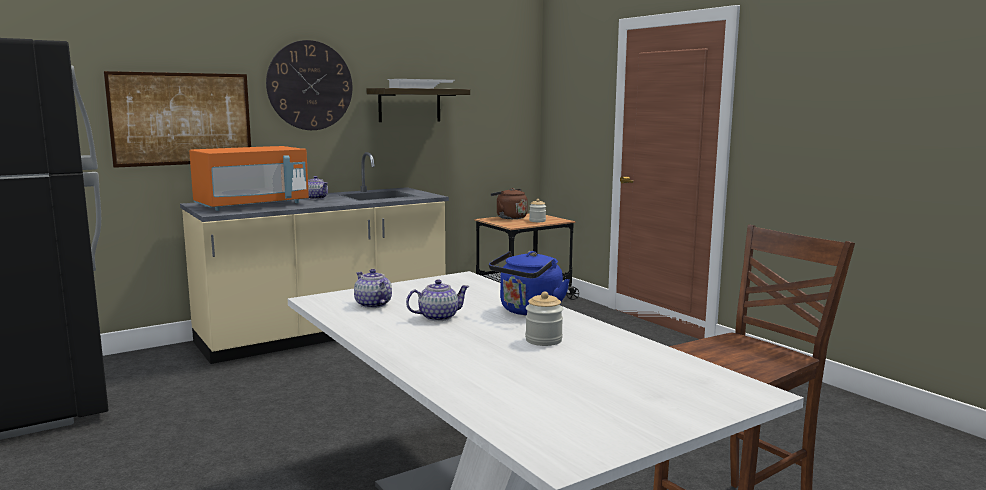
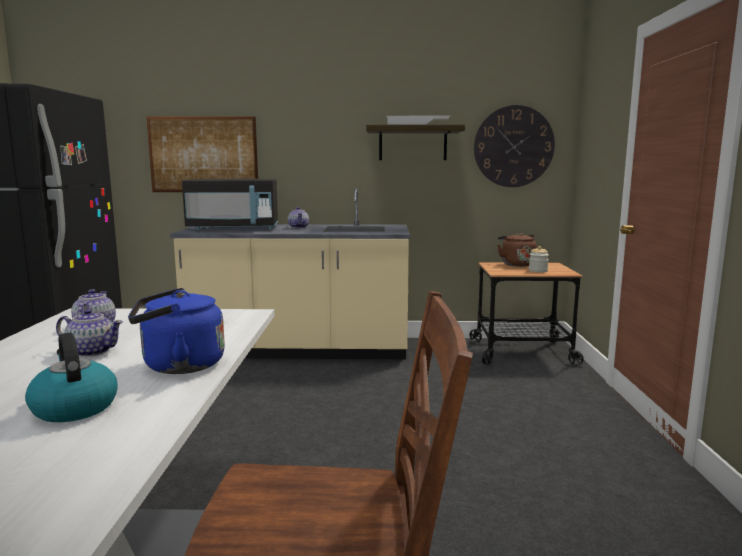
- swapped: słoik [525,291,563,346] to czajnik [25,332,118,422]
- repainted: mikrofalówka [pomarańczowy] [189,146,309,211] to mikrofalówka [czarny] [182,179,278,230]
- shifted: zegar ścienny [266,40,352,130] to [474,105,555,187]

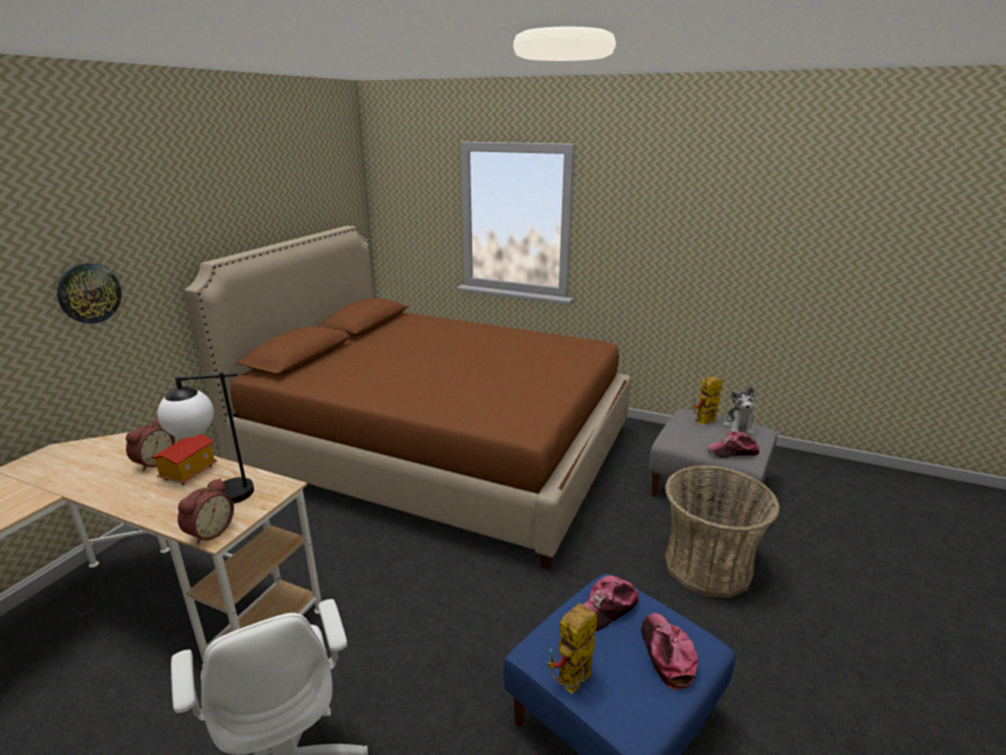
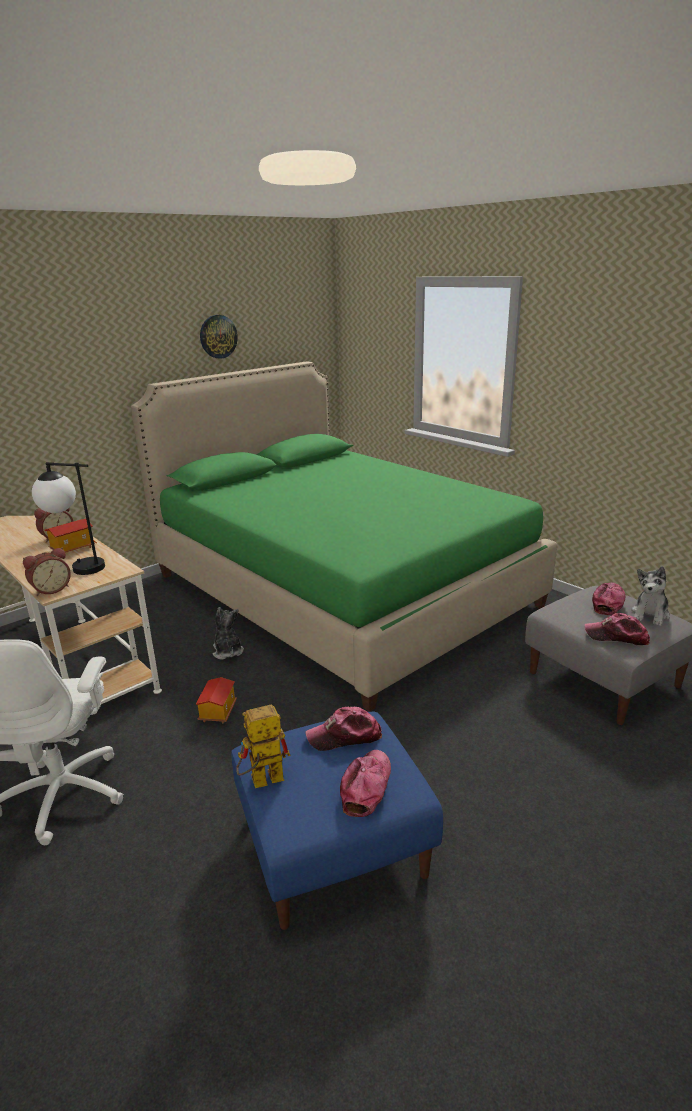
- repainted: łóżko [brązowy] [184,226,631,570] to łóżko [zielony] [131,361,557,712]
- new: domek [196,677,237,723]
- shifted: zegar ścienny [57,263,122,324] to [200,315,238,359]
- new: pluszak [213,607,244,659]
- swapped: robot zabawkowy [692,376,723,425] to czapka z daszkiem [592,583,626,615]
- gone: koszyk [665,465,780,598]

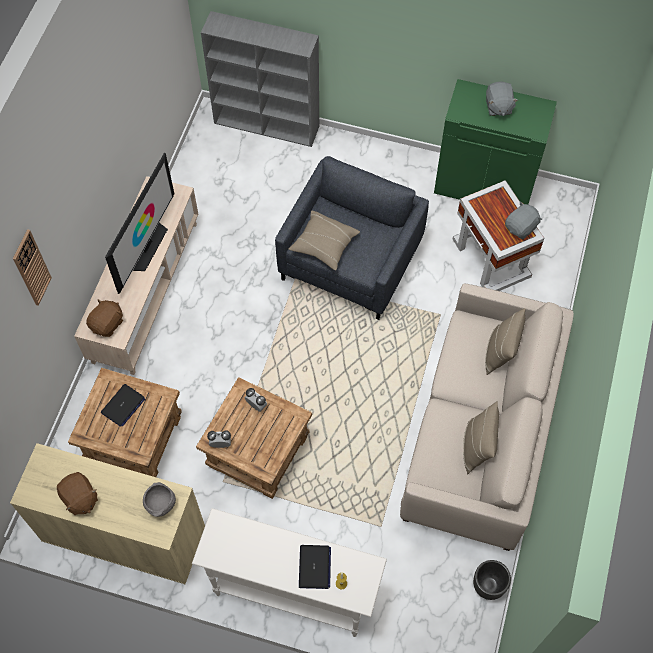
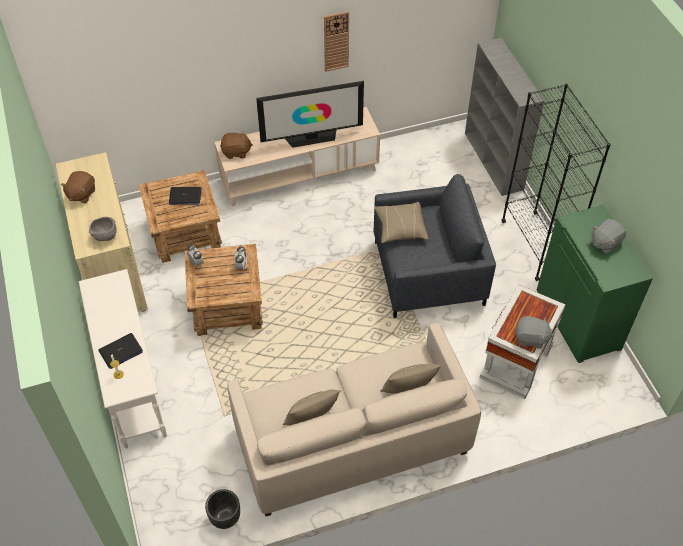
- shifted: zegar ścienny [13,229,52,306] to [324,11,349,72]
- new: regał [czarny] [502,84,611,281]

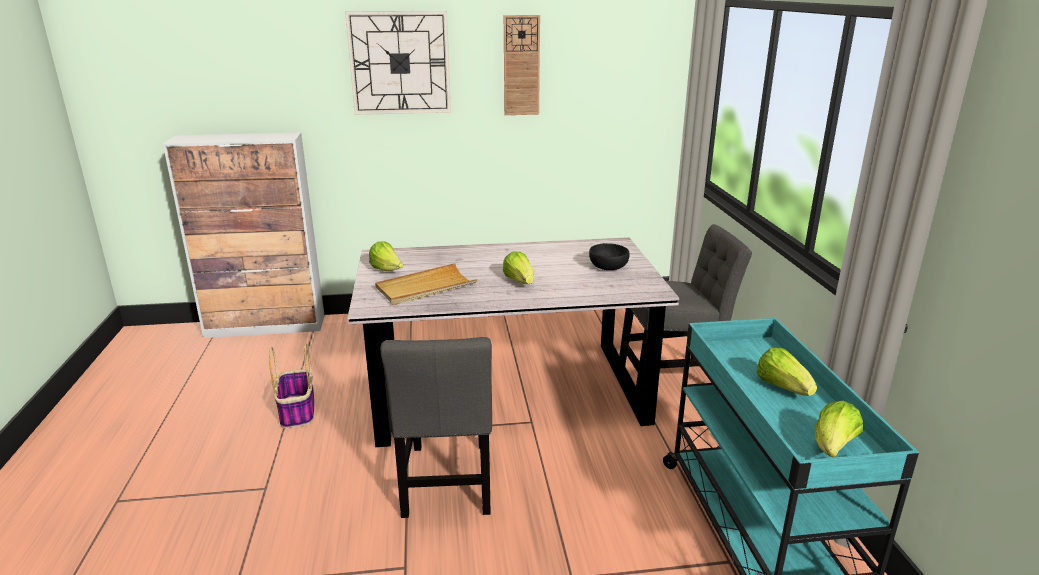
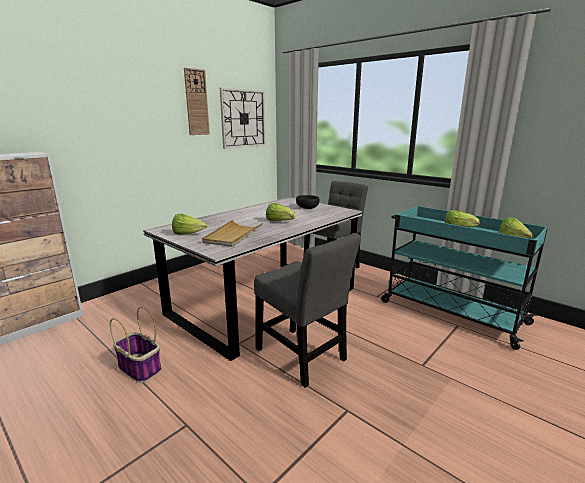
- shifted: zegar ścienny [345,11,451,115] to [220,88,266,149]

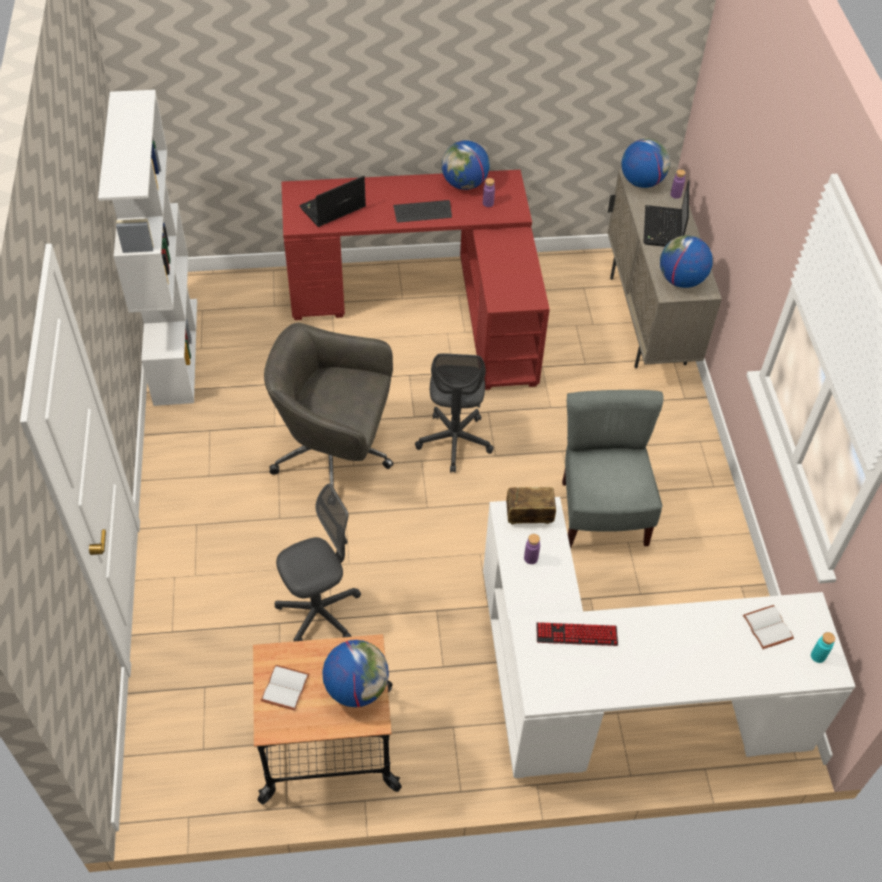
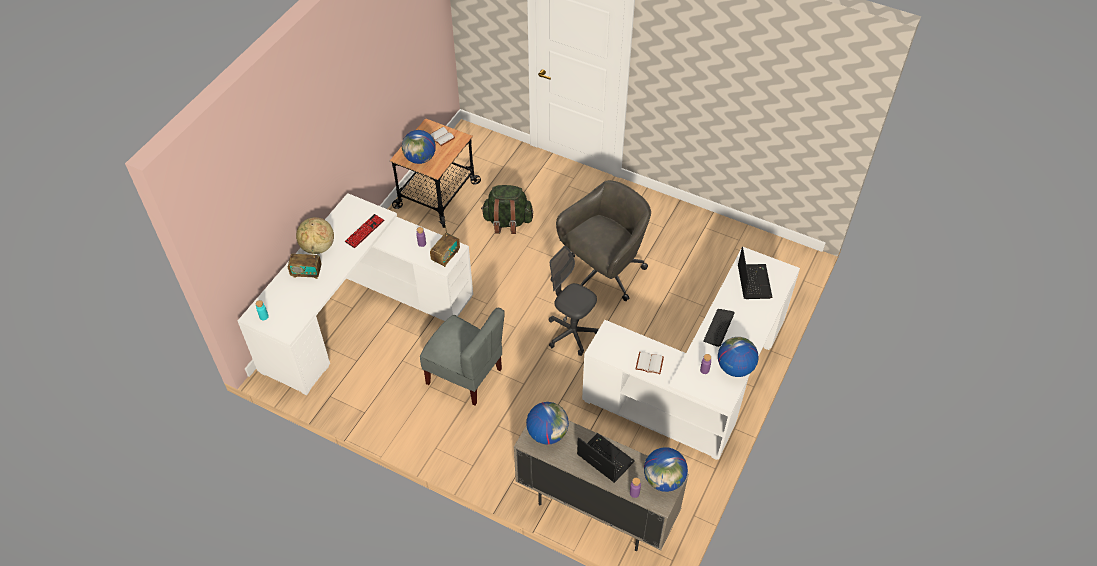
- new: radio [288,246,321,279]
- new: globus [296,217,334,254]
- swapped: krzesło biurowe [szary] [275,484,361,641] to plecak [zielony] [481,185,533,234]
- repainted: biurko [czerwony] [281,170,550,390] to biurko [biały] [582,246,800,460]
- shifted: książka [biały] [743,605,794,649] to [636,352,664,374]
- gone: regał [biały] [98,90,197,406]

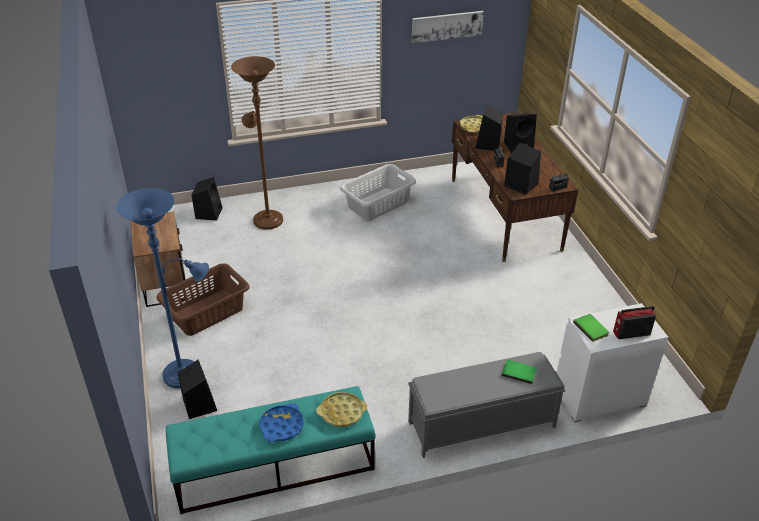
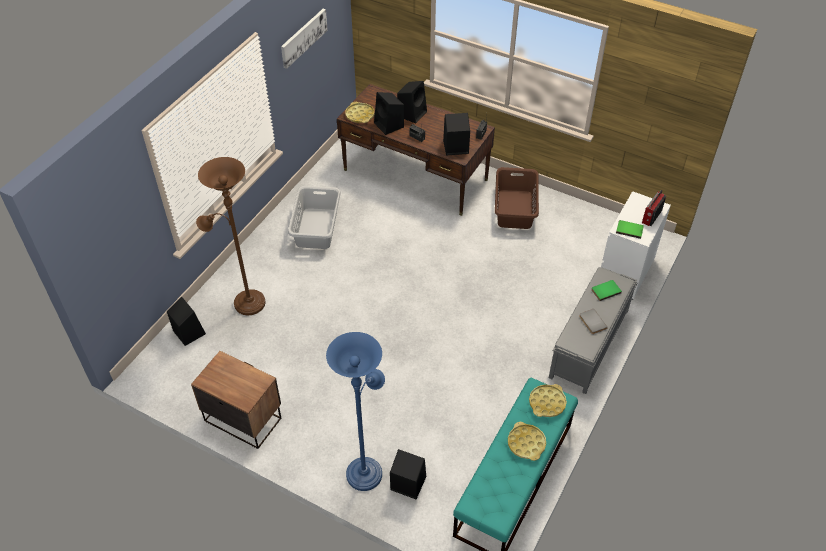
- shifted: kosz na pranie [brązowy] [157,263,250,336] to [495,167,539,229]
- repainted: taca [niebieski] [259,403,304,442] to taca [żółty] [508,422,546,461]
- new: książka [szary] [579,309,608,334]

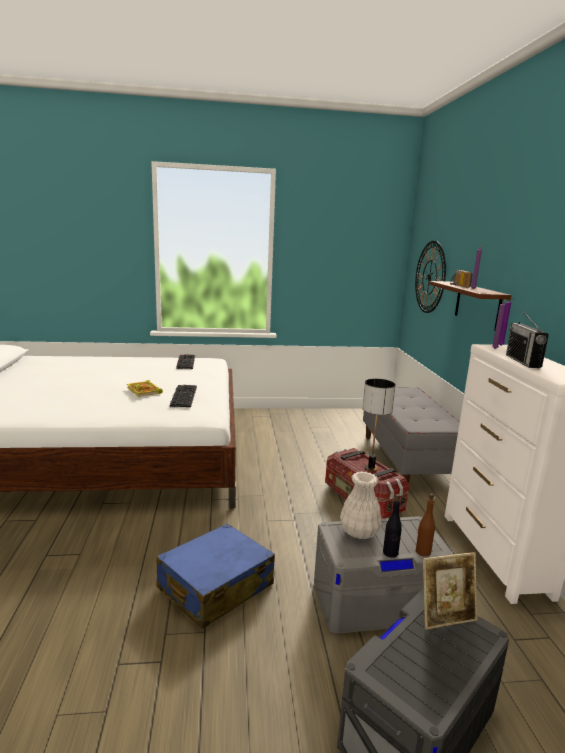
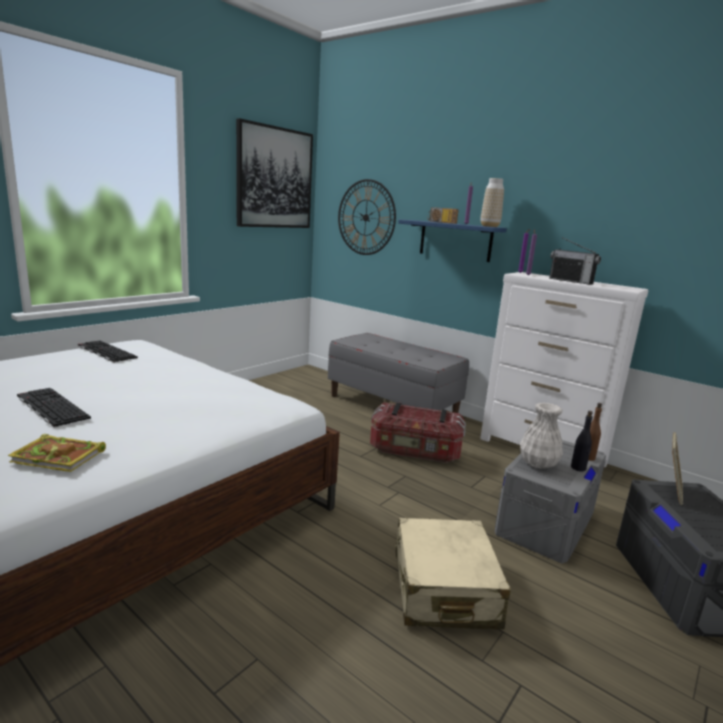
- shifted: książka [127,380,163,397] to [8,434,106,472]
- shifted: klawiatura [170,385,197,407] to [17,388,91,428]
- new: obraz [236,118,313,228]
- repainted: walizka [niebieski] [156,523,275,629] to walizka [beżowy] [395,518,511,629]
- repainted: półka [brązowy] [429,281,512,330] to półka [niebieski] [398,220,507,262]
- new: wazon [481,178,504,227]
- gone: lampa stołowa [362,379,396,472]

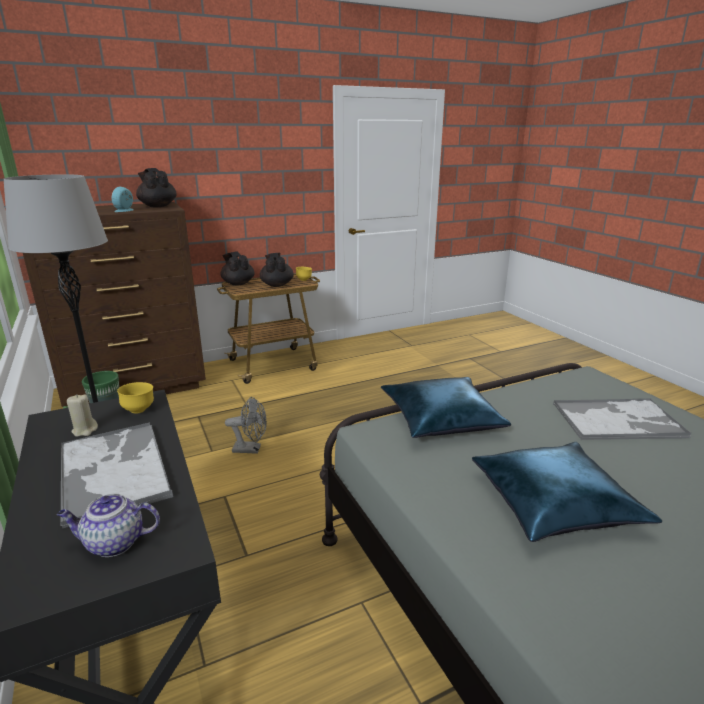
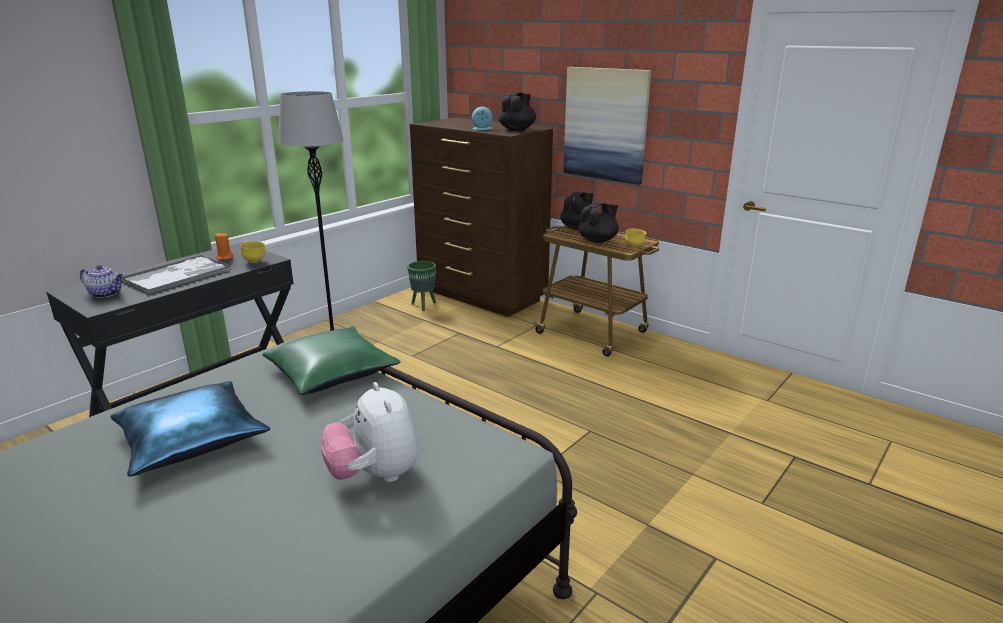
- rotated: imbryk [57,494,160,557] = [80,265,123,298] 135 degrees clockwise
- repainted: świeca [beżowy] [67,394,98,437] to świeca [pomarańczowy] [215,233,233,260]
- repainted: poduszka [niebieski] [381,377,511,438] to poduszka [zielony] [263,326,401,395]
- swapped: taca [553,399,691,440] to pluszak [321,382,418,482]
- new: obraz [563,67,651,185]
- gone: wentylator [szary] [225,397,267,454]

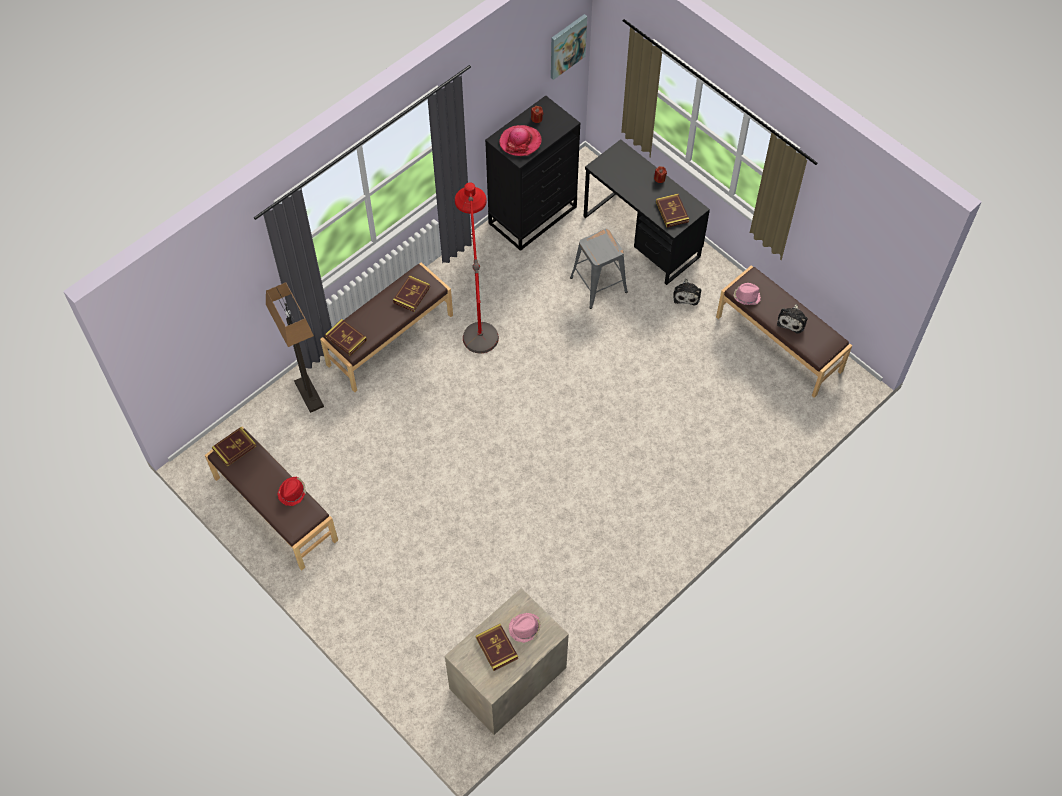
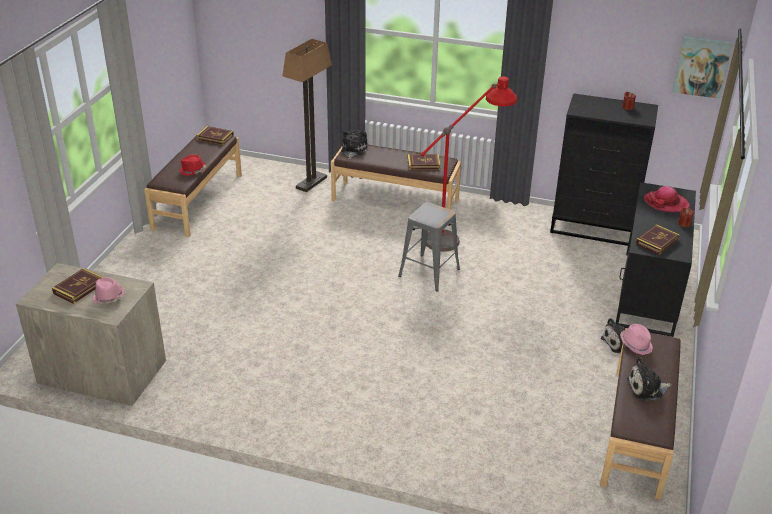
- swapped: książka [325,319,367,356] to pluszak [341,130,368,159]
- shifted: stołek [szary] [570,229,628,309] to [398,202,460,292]
- shifted: kapelusz [499,125,542,156] to [644,186,690,213]

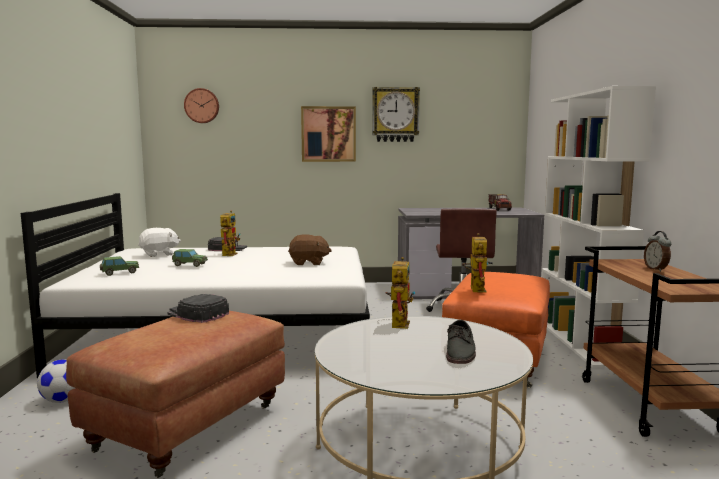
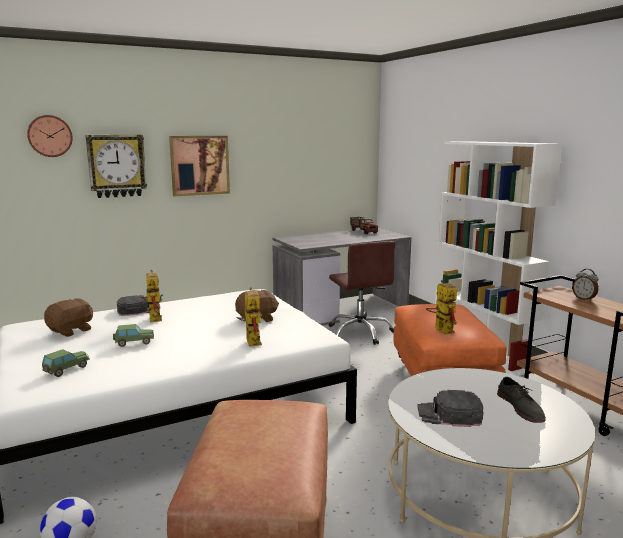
- repainted: pluszak [biały] [138,228,181,257] to pluszak [brązowy] [44,298,93,337]
- shifted: zegar ścienny [372,87,420,142] to [85,135,147,198]
- shifted: robot zabawkowy [385,257,415,329] to [237,287,262,347]
- shifted: czapka z daszkiem [czarny] [168,294,229,323] to [417,390,483,427]

